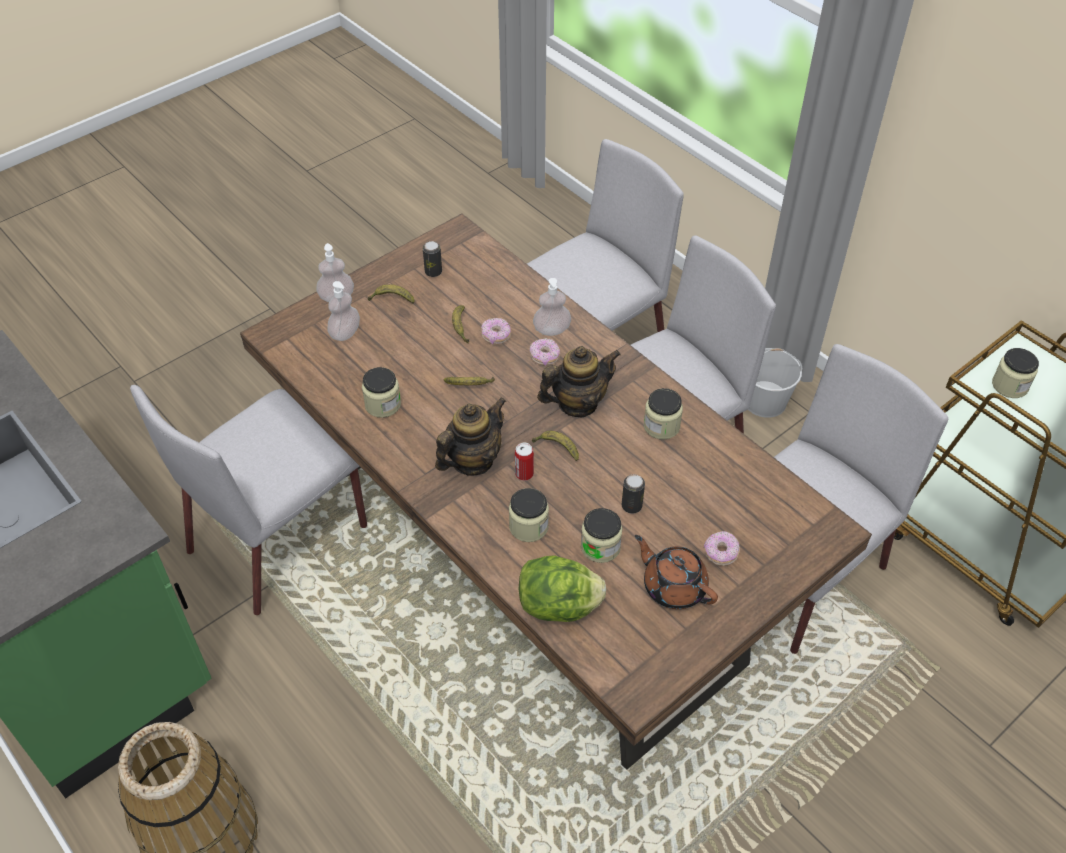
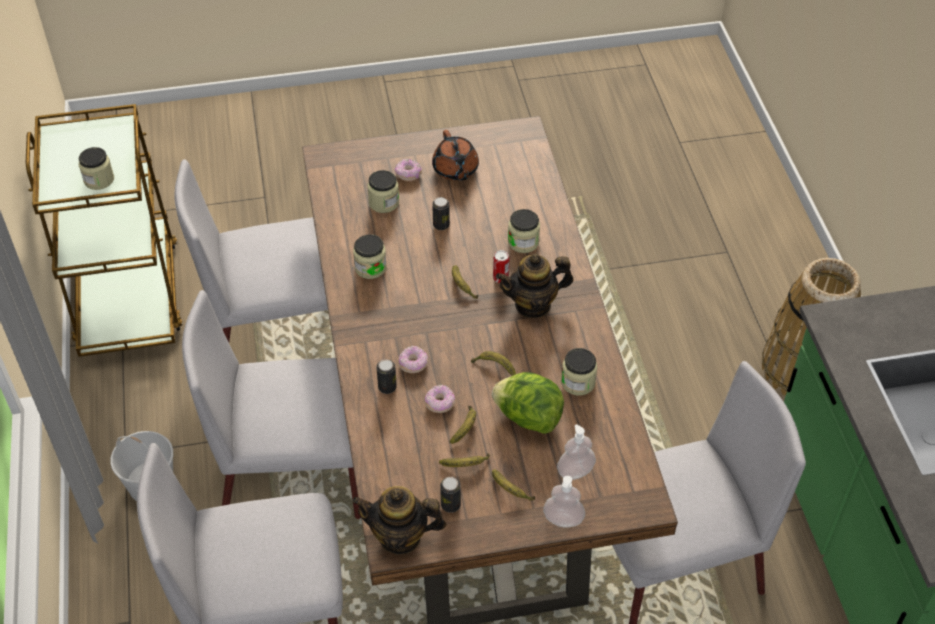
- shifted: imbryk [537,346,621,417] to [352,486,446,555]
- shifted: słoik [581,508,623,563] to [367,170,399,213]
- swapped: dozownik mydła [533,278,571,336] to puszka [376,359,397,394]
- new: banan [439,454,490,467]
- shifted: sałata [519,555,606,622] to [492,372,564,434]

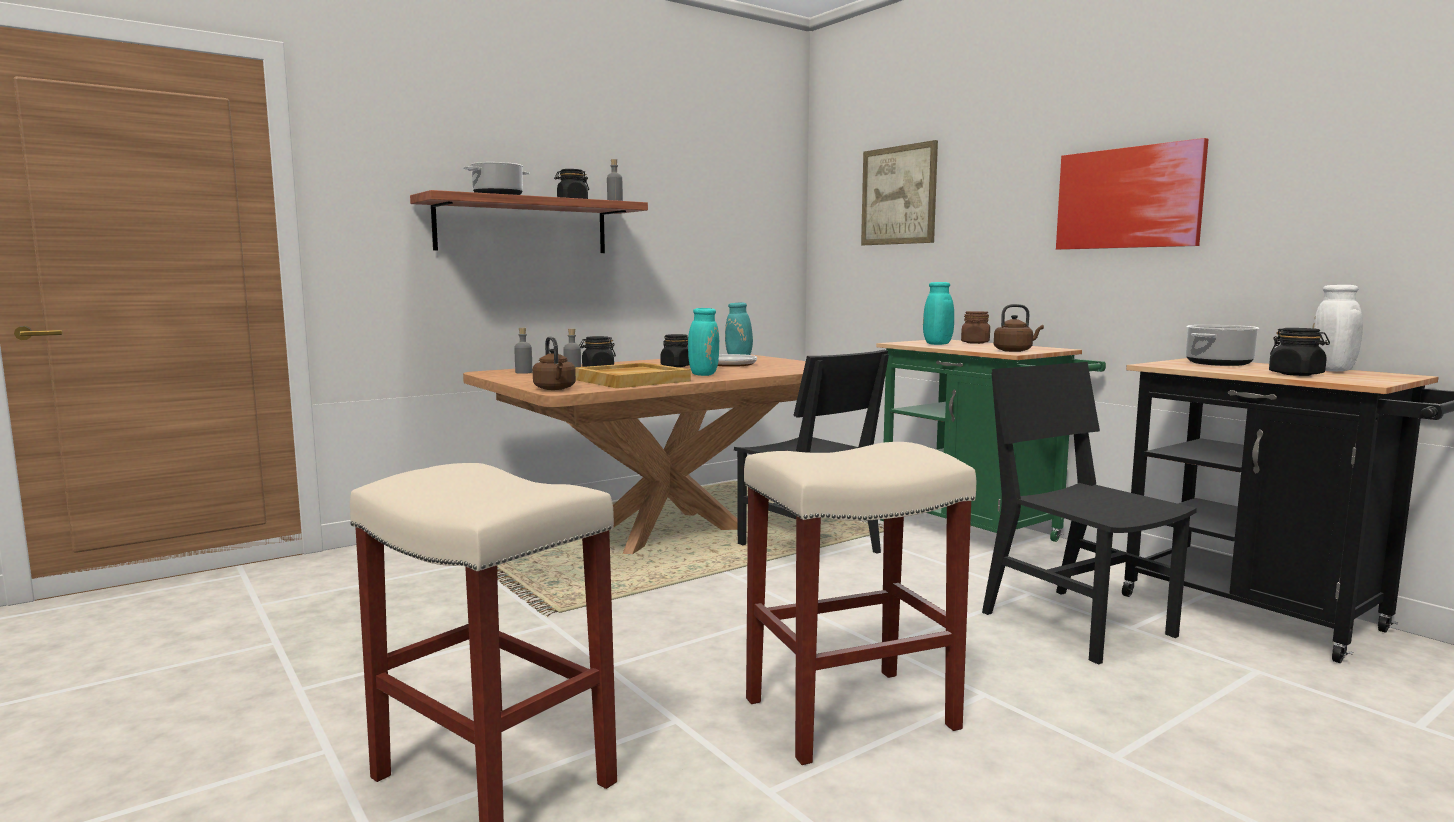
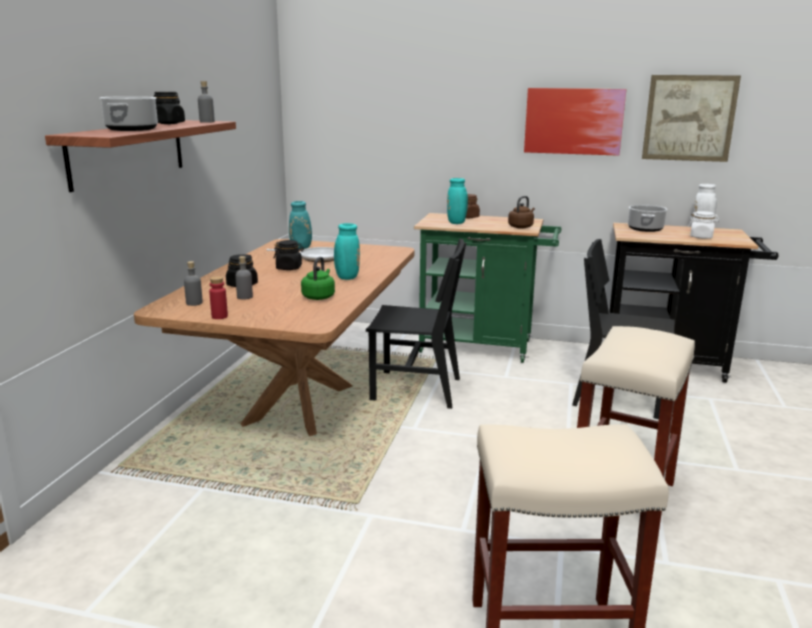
- new: butelka [czerwony] [209,276,228,319]
- swapped: taca [beżowy] [575,362,691,388] to czajnik [zielony] [301,257,335,300]
- shifted: obraz [861,140,938,245] to [642,75,741,162]
- repainted: słoik [czarny] [1269,328,1330,376] to słoik [biały] [688,211,719,239]
- gone: czajnik [brązowy] [533,336,576,390]

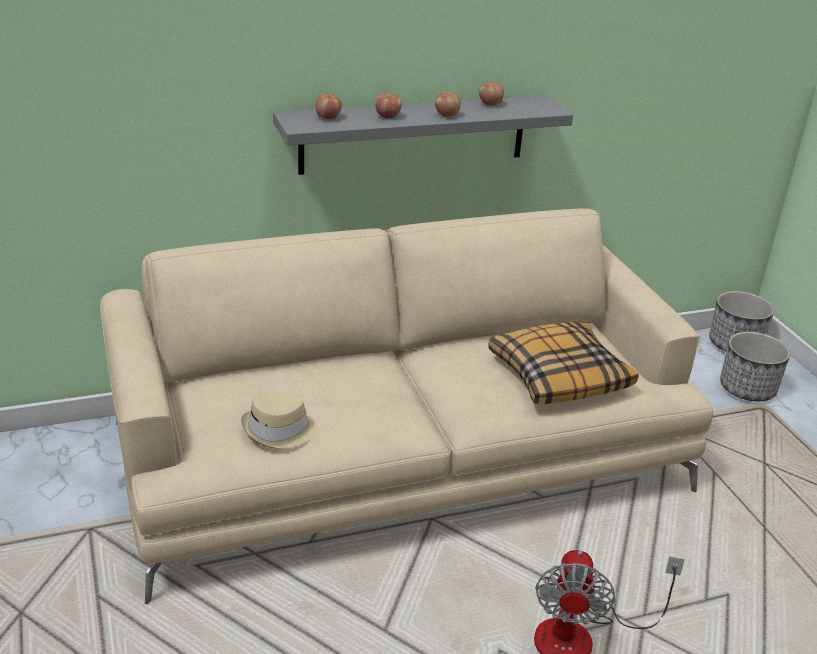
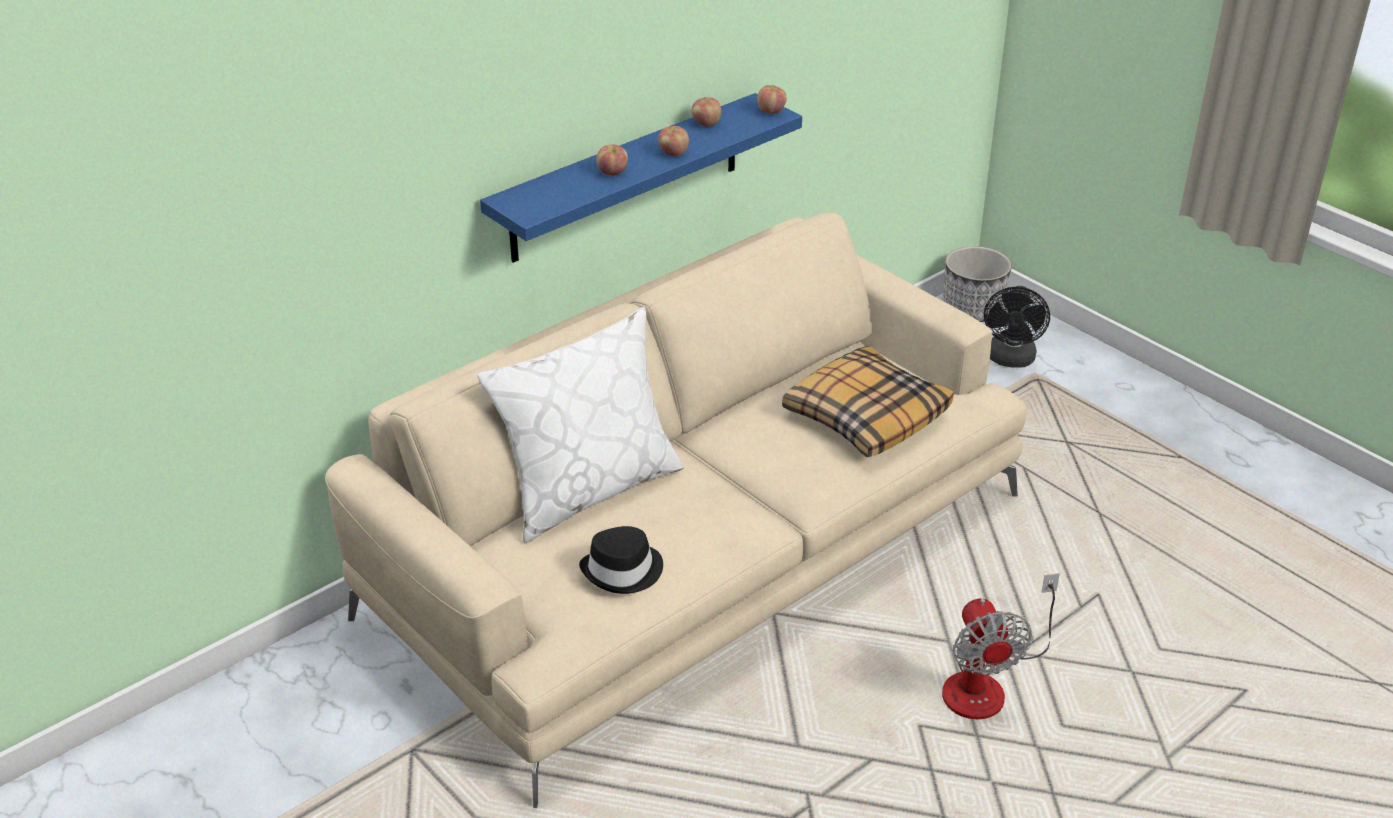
- new: poduszka [biały] [477,307,684,543]
- repainted: półka [szary] [273,95,573,175] to półka [niebieski] [480,93,802,263]
- repainted: kapelusz [beżowy] [241,391,318,449] to kapelusz [czarny] [579,526,663,594]
- shifted: jabłko [315,93,342,119] to [757,85,787,114]
- swapped: donica [720,332,790,401] to wentylator [czarny] [984,286,1050,368]

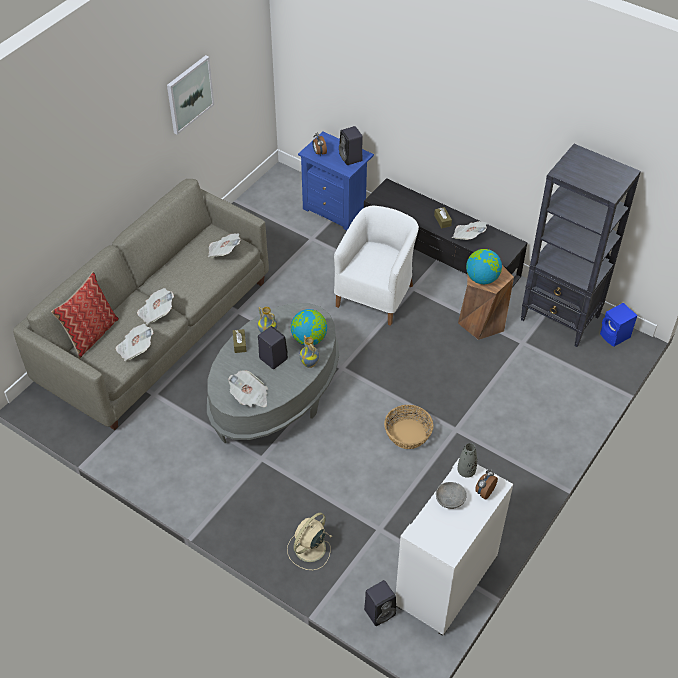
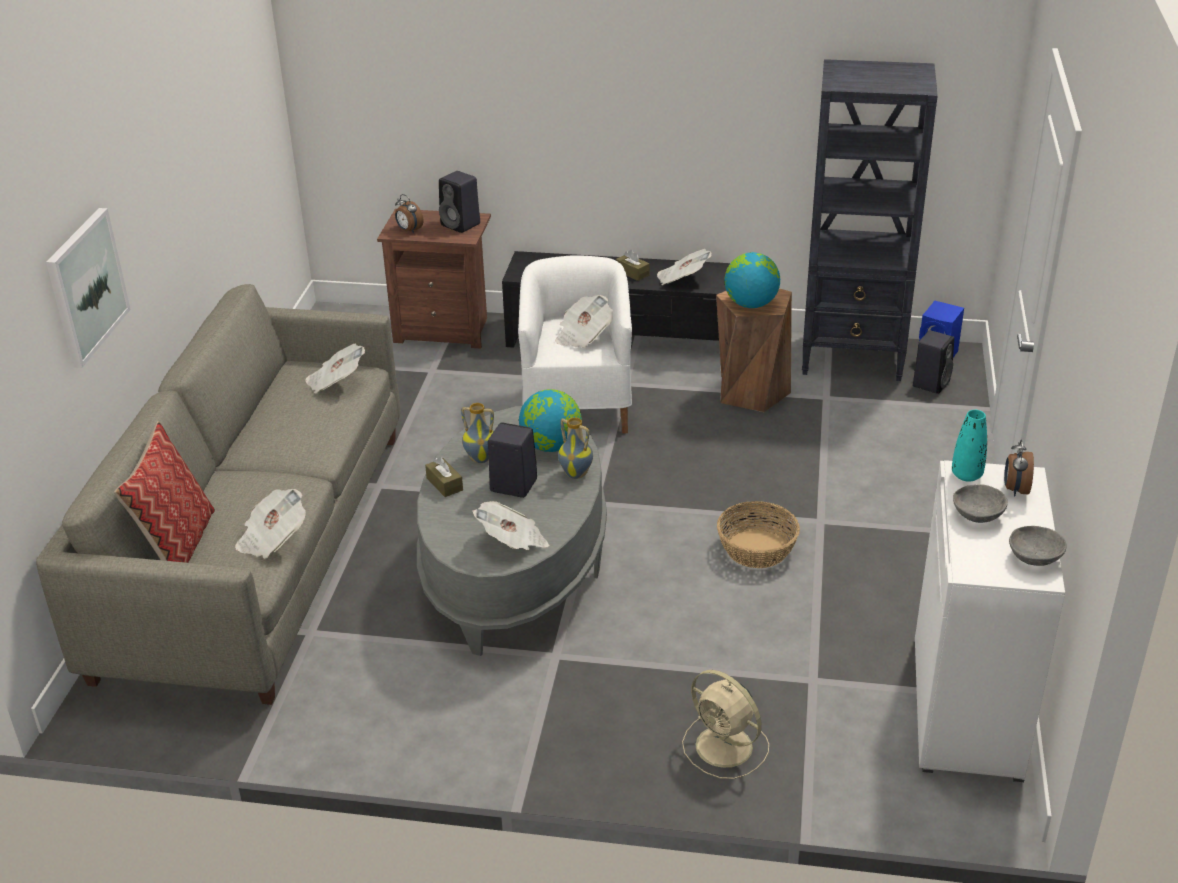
- shifted: obraz [167,55,214,135] to [46,208,131,368]
- repainted: szafka nocna [niebieski] [298,131,374,230] to szafka nocna [brązowy] [377,209,491,349]
- shifted: gazeta [137,288,174,325] to [555,295,613,348]
- rotated: wentylator [beżowy] [287,513,332,570] = [682,670,769,779] 60 degrees counterclockwise
- shifted: głośnik [czarny] [364,580,396,626] to [913,330,954,394]
- repainted: wazon [szary] [458,443,477,478] to wazon [turkusowy] [952,410,987,482]
- new: miska [szary] [1009,526,1067,566]

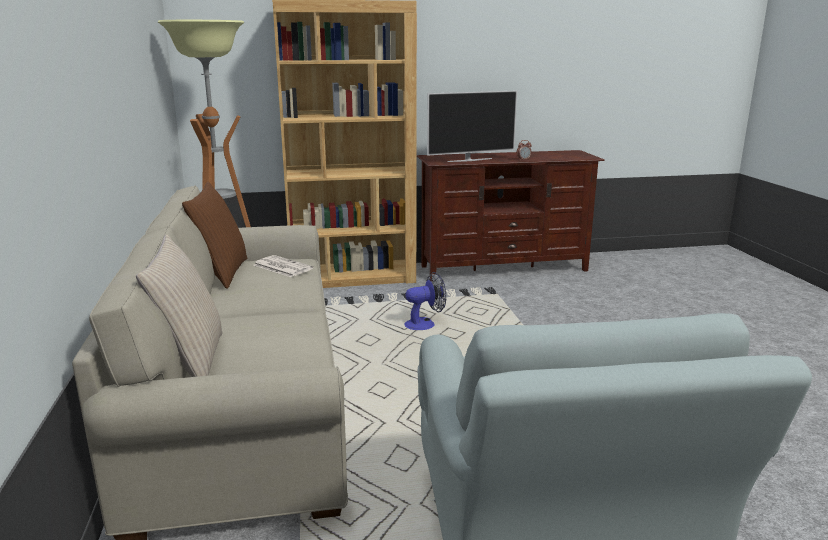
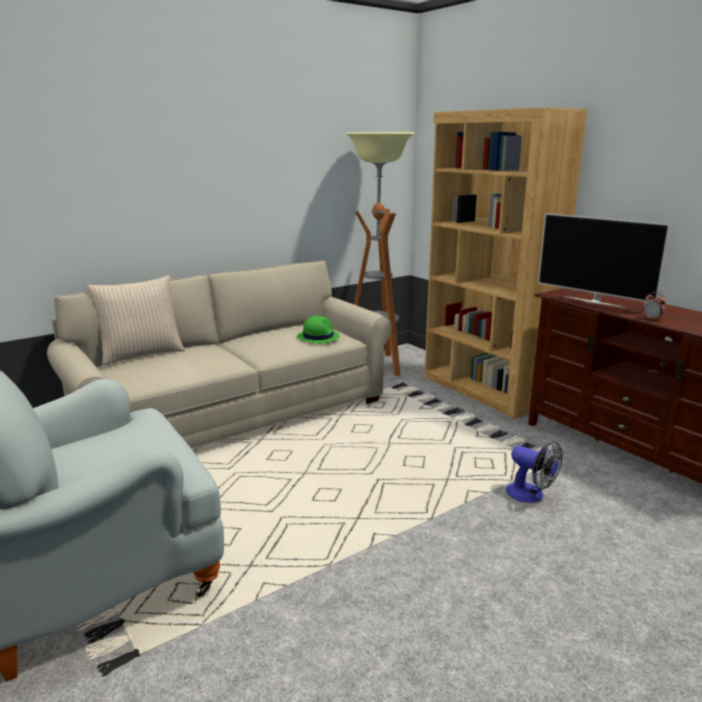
- swapped: gazeta [253,255,313,277] to kapelusz [zielony] [297,316,340,344]
- shifted: wentylator [404,272,446,330] to [506,442,563,503]
- gone: poduszka [brązowy] [182,182,247,289]

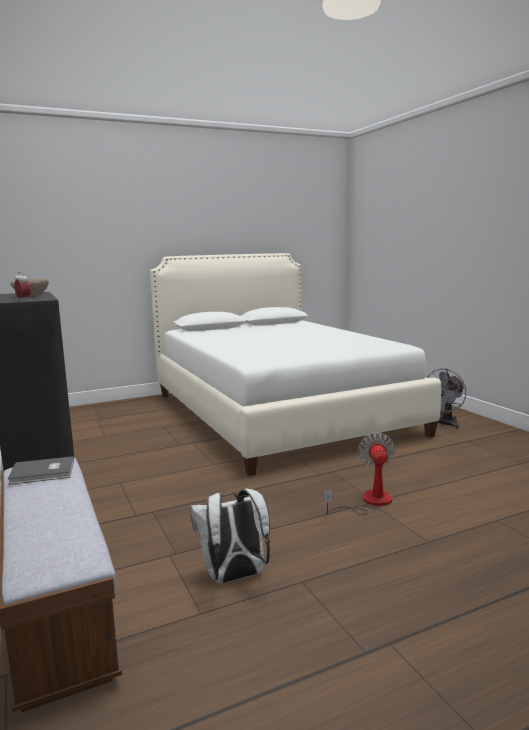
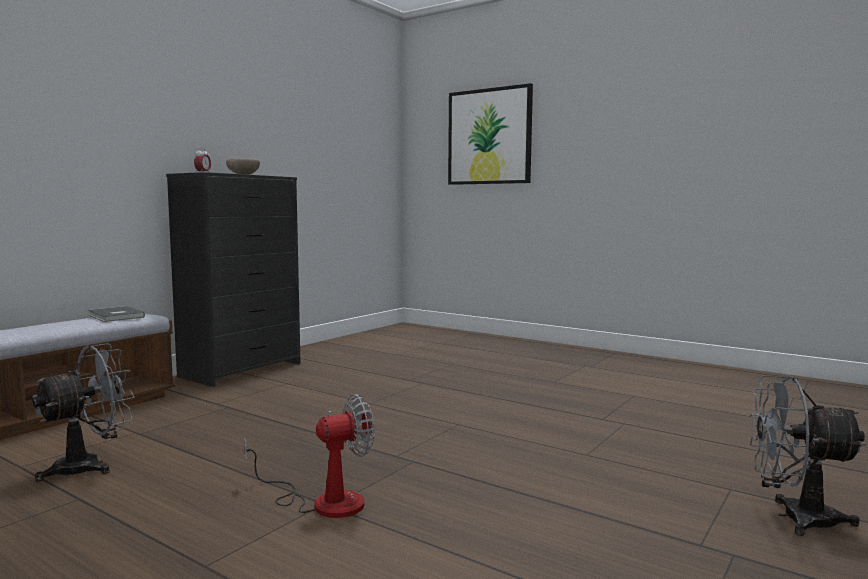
- swapped: plecak [biały] [190,489,270,583] to wentylator [szary] [32,343,135,481]
- new: obraz [448,83,533,185]
- gone: łóżko [biały] [150,253,441,476]

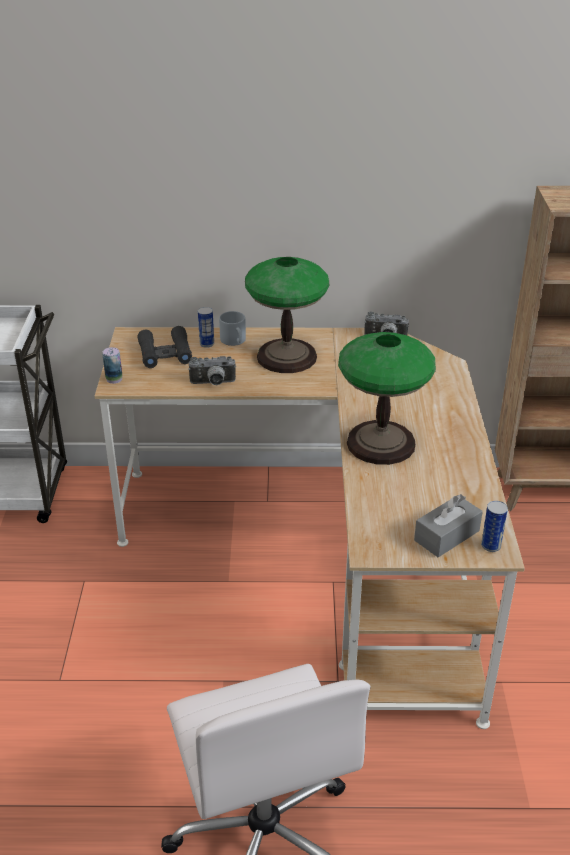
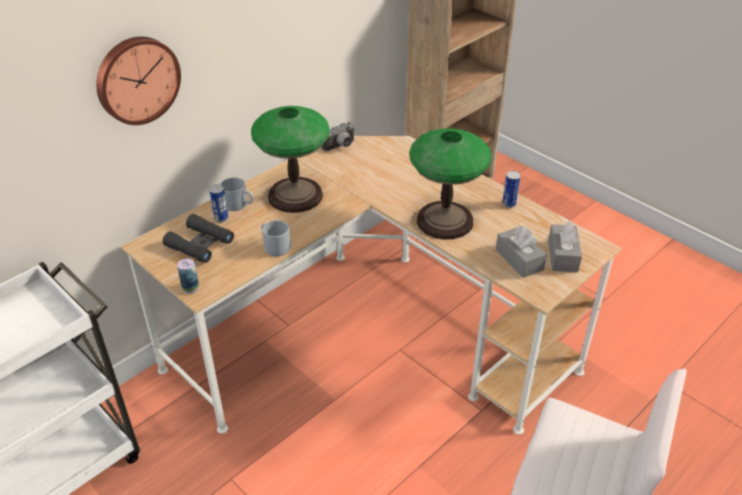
- new: zegar ścienny [96,37,181,125]
- swapped: aparat fotograficzny [188,356,236,385] to kubek [szary] [261,220,291,256]
- new: pudełko chusteczek [szary] [496,225,547,278]
- shifted: puszka [481,501,508,552] to [502,171,521,208]

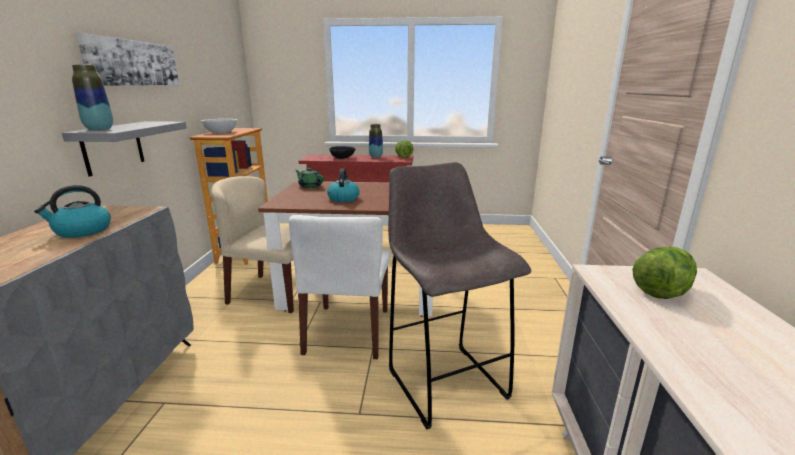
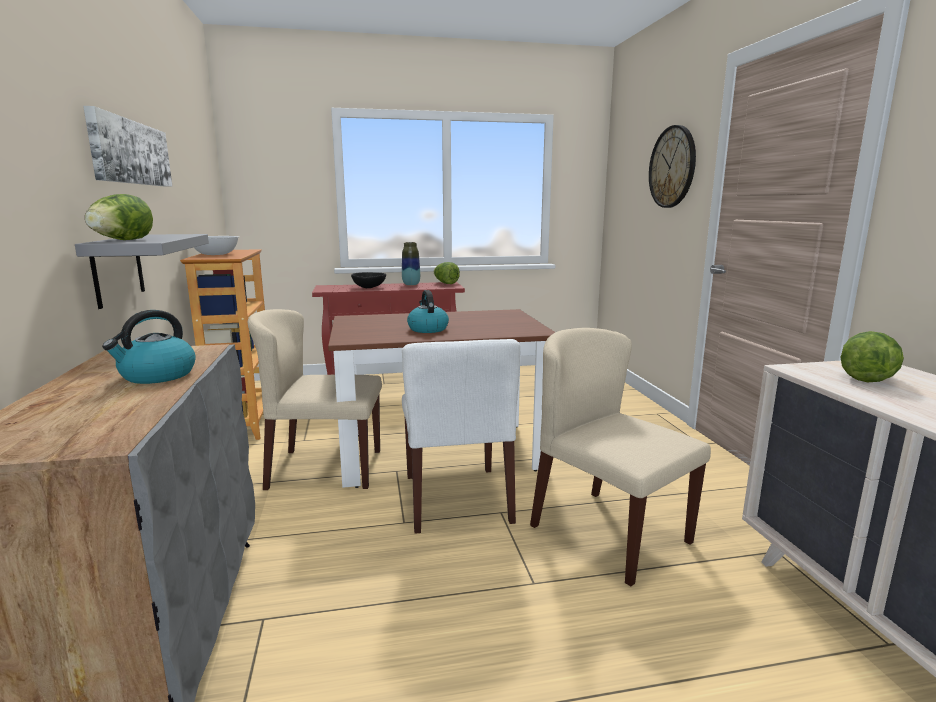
- swapped: wazon [72,64,113,130] to sałata [85,194,153,240]
- swapped: stołek [szary] [388,162,531,429] to krzesło [beżowy] [530,328,711,586]
- new: zegar ścienny [649,125,696,208]
- gone: imbryk [zielony] [295,168,324,188]

